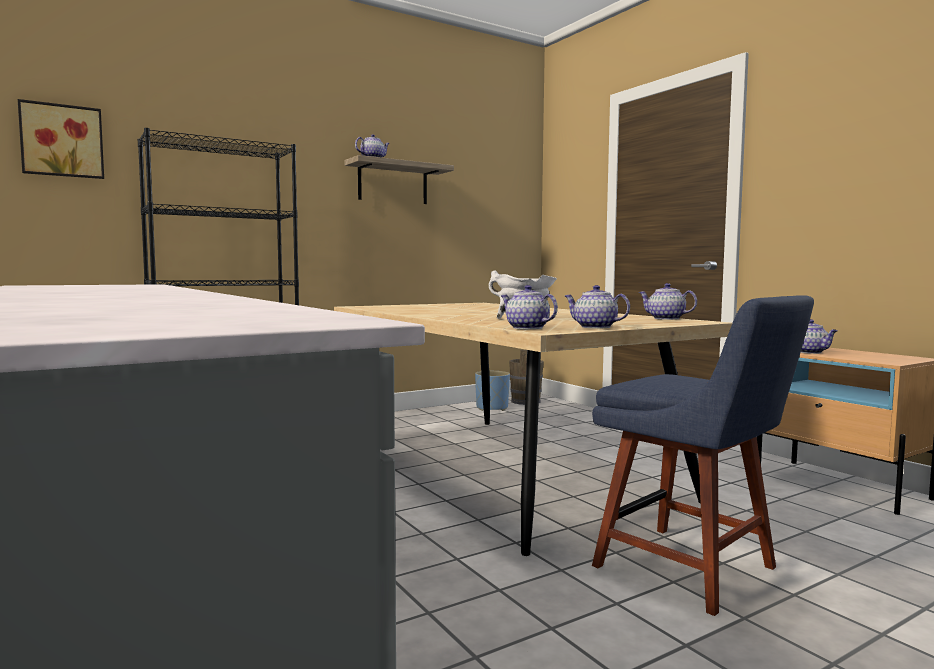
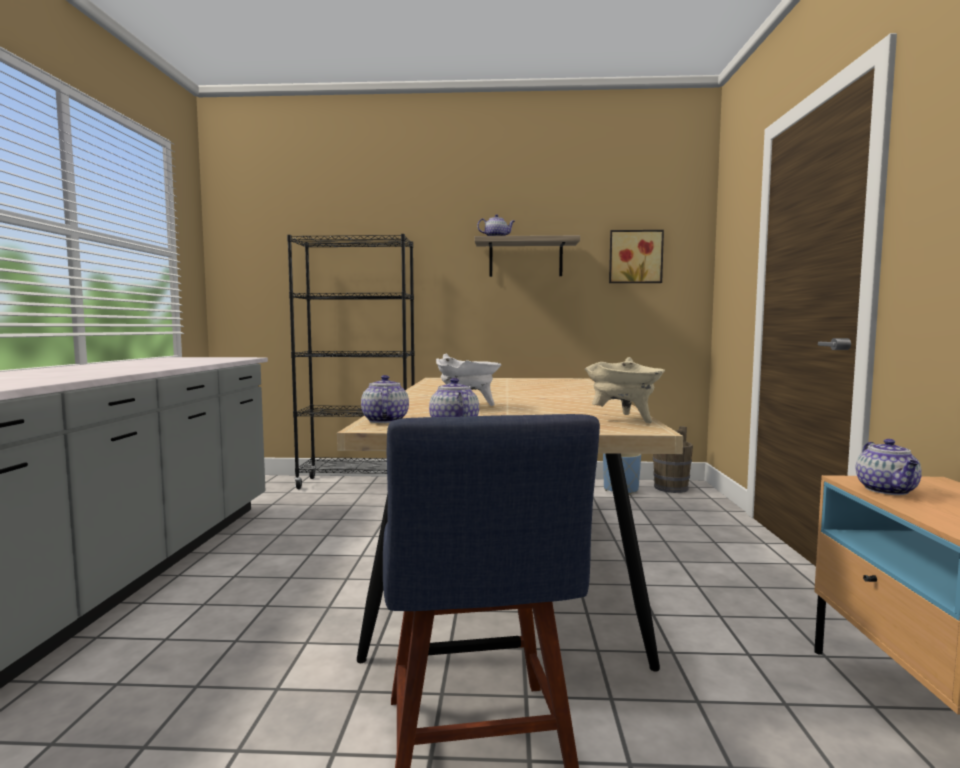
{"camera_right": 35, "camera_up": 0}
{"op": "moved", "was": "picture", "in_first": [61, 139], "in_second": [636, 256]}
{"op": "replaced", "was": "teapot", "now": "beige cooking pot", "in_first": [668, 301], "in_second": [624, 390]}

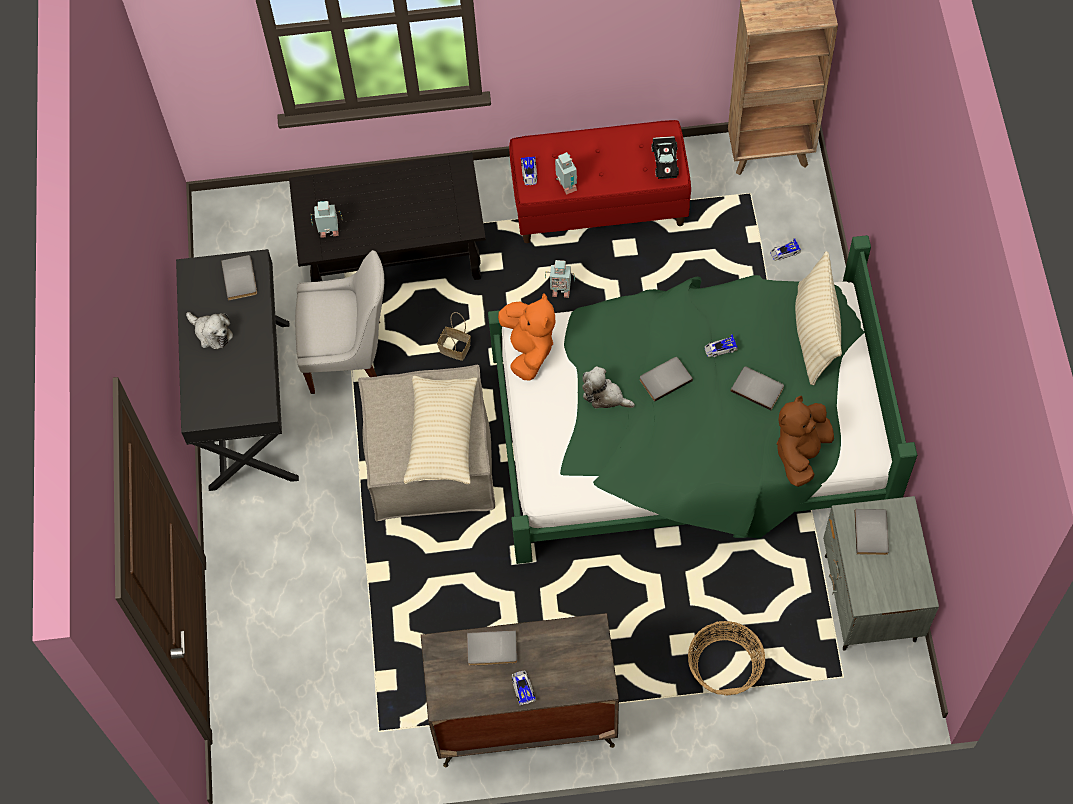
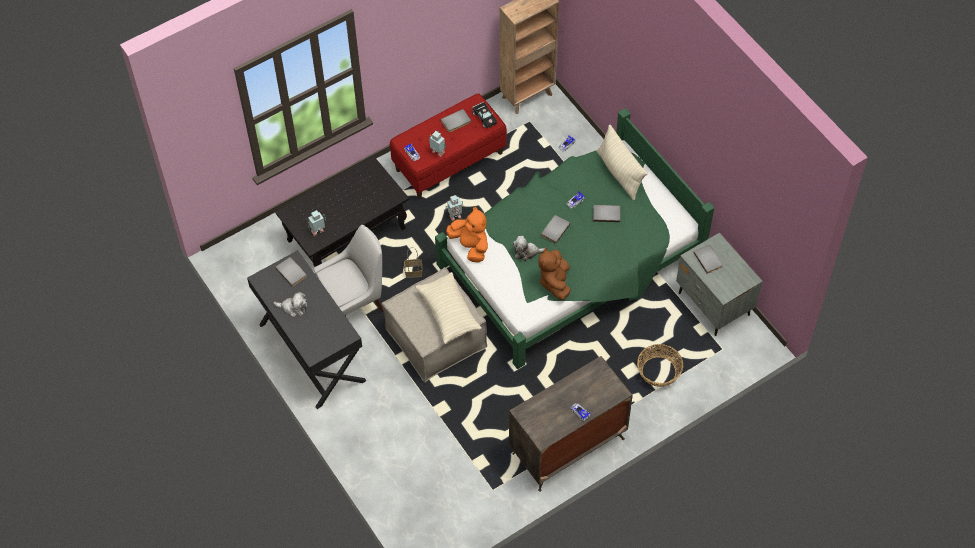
{"camera_right": -30, "camera_up": -5}
{"op": "moved", "was": "grey book", "in_first": [492, 648], "in_second": [456, 120]}
{"op": "moved", "was": "brown plush toy", "in_first": [805, 441], "in_second": [555, 273]}

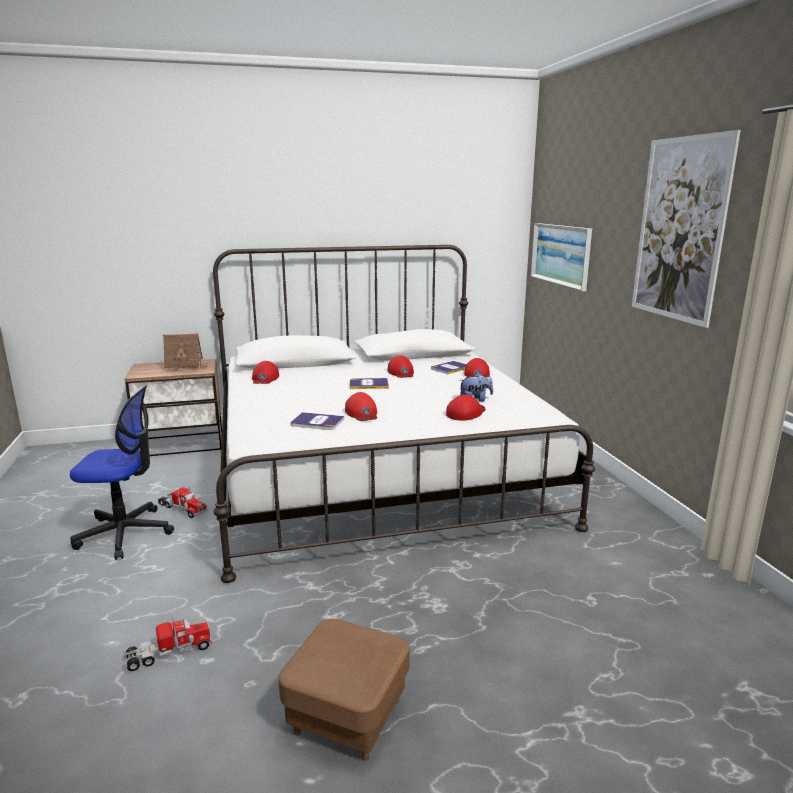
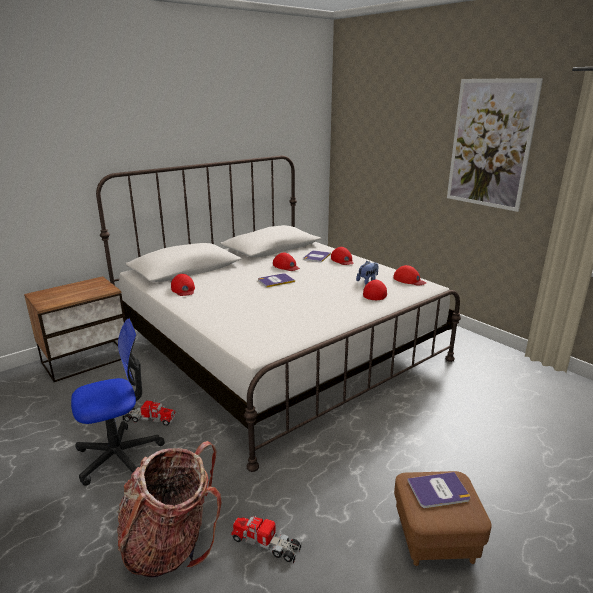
{"camera_right": -25, "camera_up": 5}
{"op": "turned", "was": "toy truck", "in_first": [167, 643], "in_second": [265, 538], "clockwise": -105}
{"op": "removed", "was": "toy house", "in_first": [186, 352]}
{"op": "moved", "was": "book", "in_first": [317, 421], "in_second": [438, 490]}
{"op": "moved", "was": "red cap", "in_first": [361, 406], "in_second": [409, 275]}
{"op": "removed", "was": "picture", "in_first": [561, 257]}
{"op": "added", "now": "backpack", "in_second": [169, 509]}

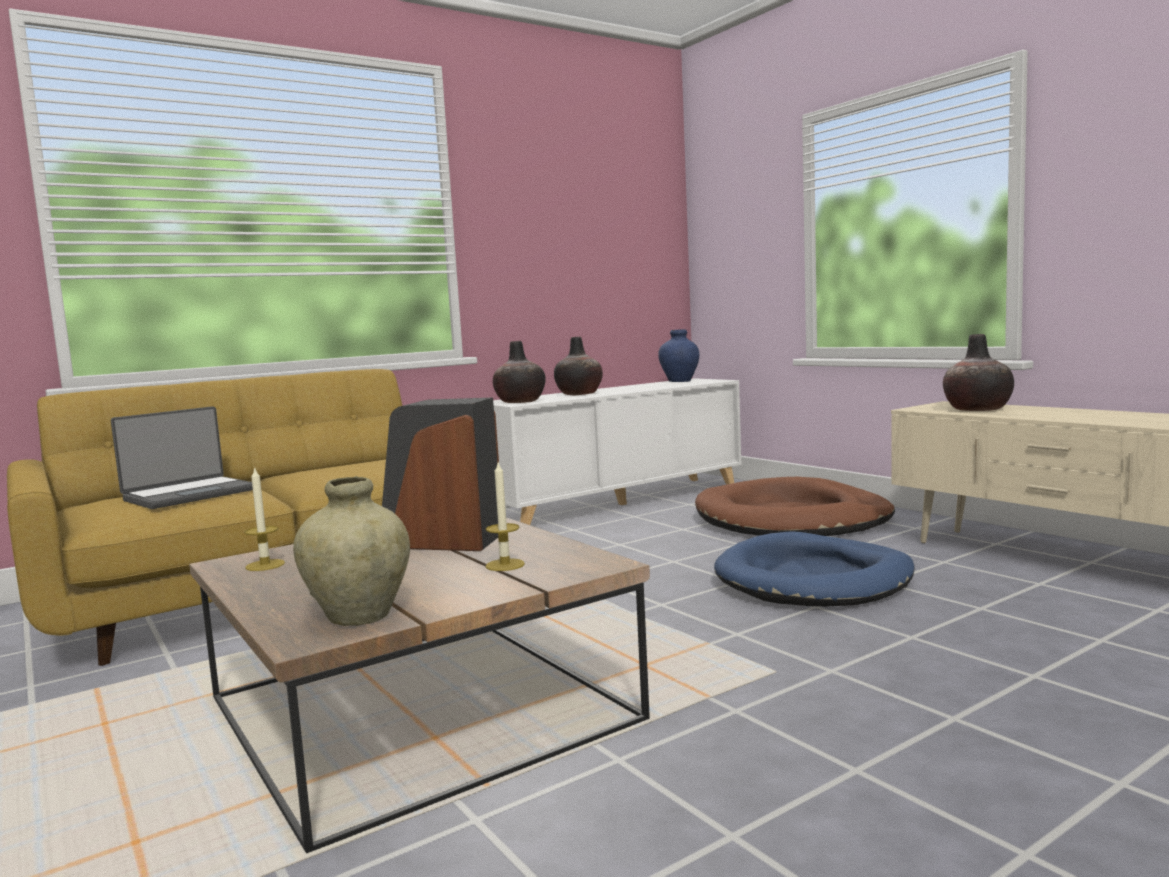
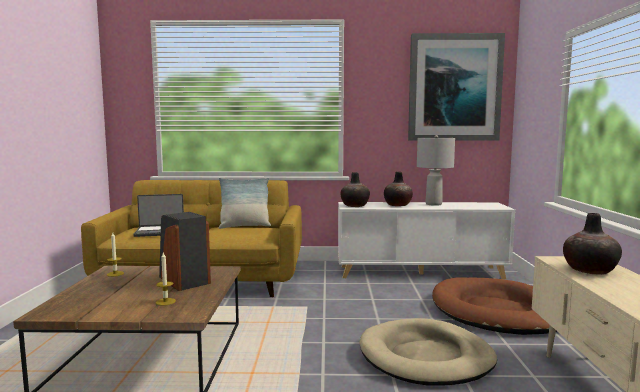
{"camera_right": 35, "camera_up": 0}
{"op": "removed", "was": "beige vase", "in_first": [351, 551]}
{"op": "removed", "was": "blue vase", "in_first": [678, 355]}
{"op": "recoloured", "was": "blue dog bed", "now": "beige dog bed", "in_first": [814, 569], "in_second": [428, 351]}
{"op": "added", "now": "pillow", "in_second": [245, 203]}
{"op": "added", "now": "picture", "in_second": [456, 87]}
{"op": "added", "now": "grey table lamp", "in_second": [436, 170]}

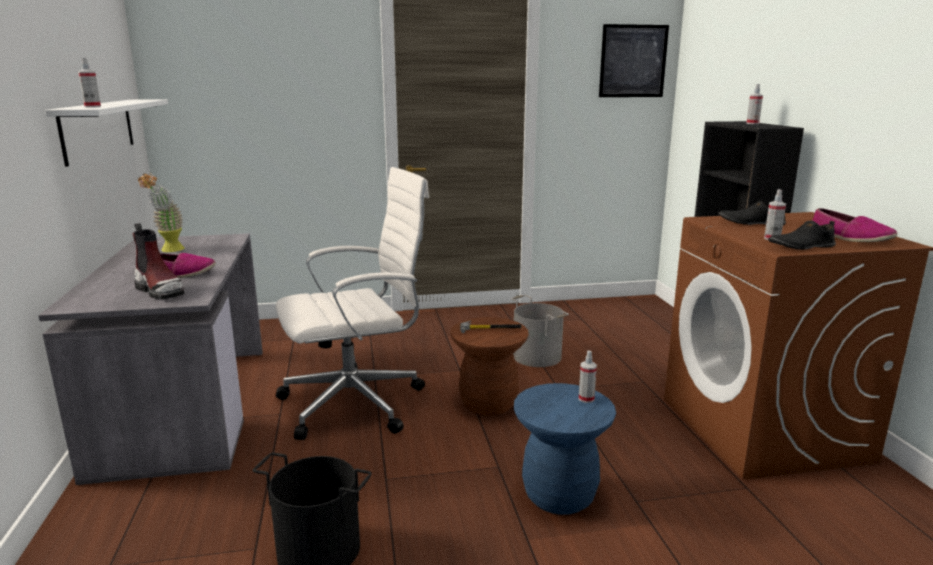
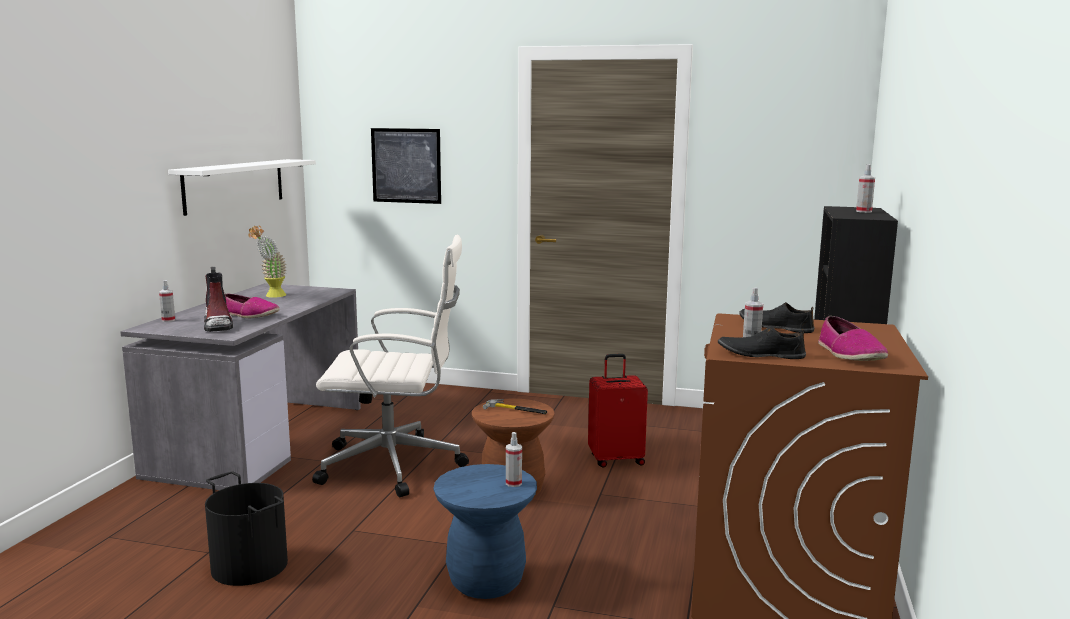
{"camera_right": 25, "camera_up": -5}
{"op": "moved", "was": "spray bottle", "in_first": [89, 83], "in_second": [167, 301]}
{"op": "replaced", "was": "grey bucket", "now": "red suitcase", "in_first": [540, 331], "in_second": [618, 410]}
{"op": "moved", "was": "picture", "in_first": [634, 60], "in_second": [406, 166]}

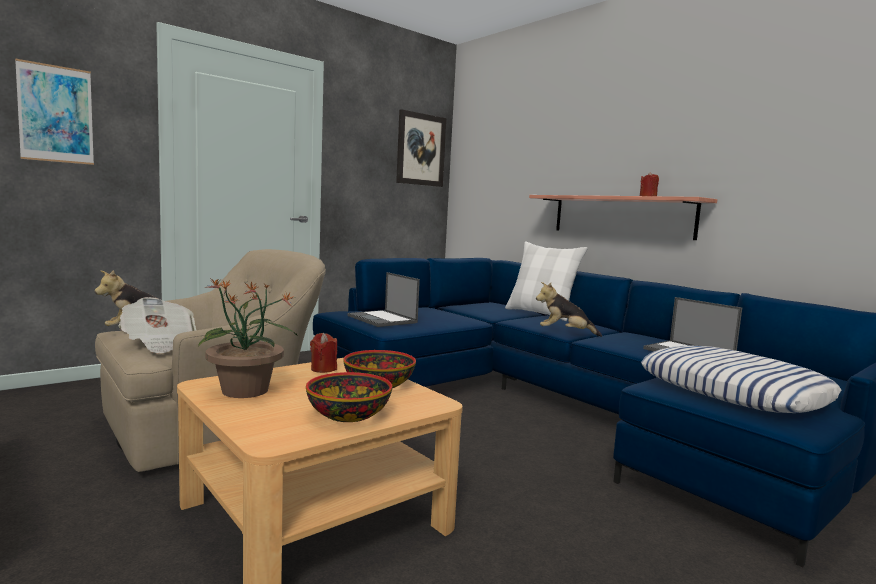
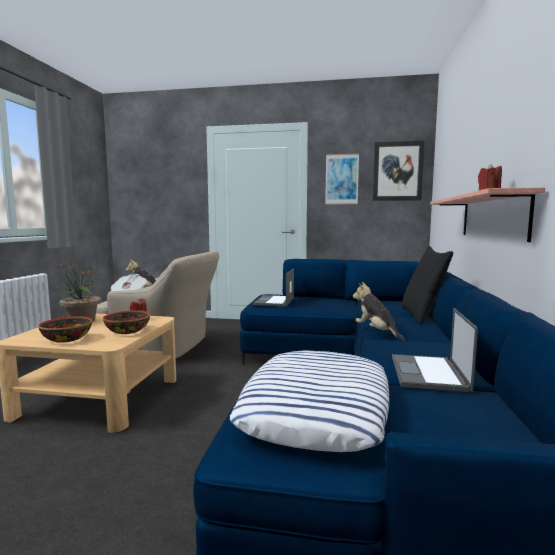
{"camera_right": 50, "camera_up": 0}
{"op": "moved", "was": "picture", "in_first": [54, 111], "in_second": [342, 179]}
{"op": "recoloured", "was": "white pillow", "now": "black pillow", "in_first": [546, 281], "in_second": [427, 285]}

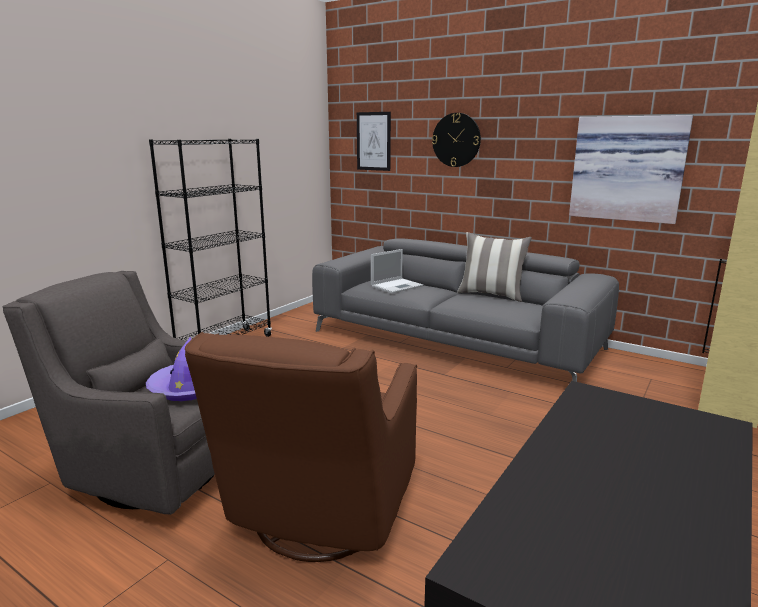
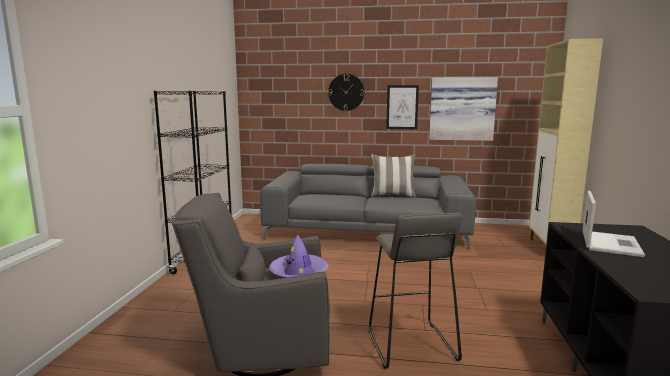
{"camera_right": -25, "camera_up": -5}
{"op": "replaced", "was": "brown armchair", "now": "grey stool", "in_first": [301, 447], "in_second": [415, 291]}
{"op": "moved", "was": "picture", "in_first": [374, 141], "in_second": [402, 107]}
{"op": "moved", "was": "laptop", "in_first": [397, 271], "in_second": [613, 224]}

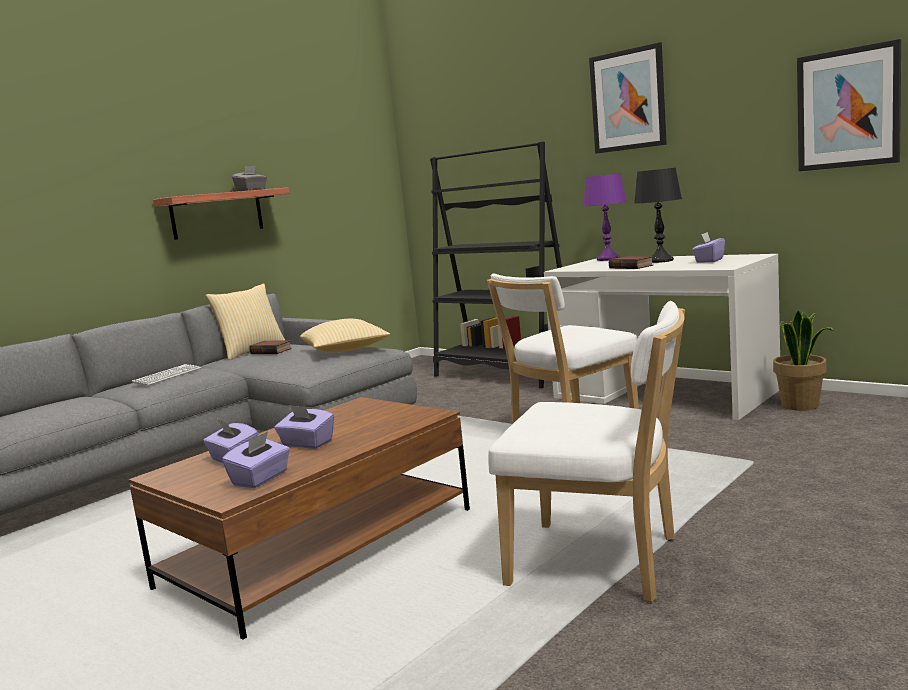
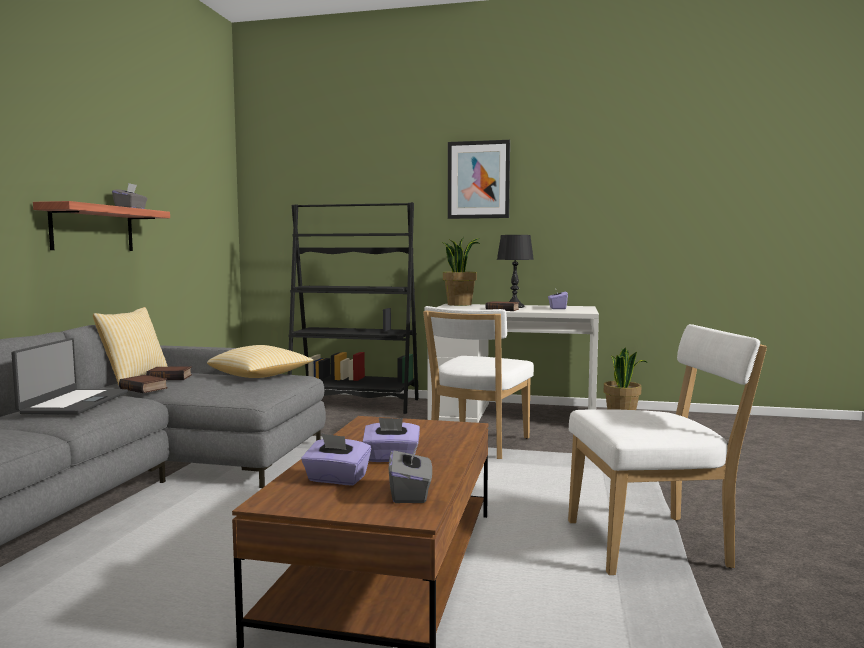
{"camera_right": -30, "camera_up": -5}
{"op": "replaced", "was": "keyboard", "now": "laptop", "in_first": [166, 374], "in_second": [69, 376]}
{"op": "recoloured", "was": "purple tissue box", "now": "grey tissue box", "in_first": [256, 459], "in_second": [410, 474]}
{"op": "replaced", "was": "purple table lamp", "now": "potted plant", "in_first": [605, 217], "in_second": [461, 271]}
{"op": "removed", "was": "picture", "in_first": [849, 105]}
{"op": "added", "now": "book", "in_second": [143, 384]}

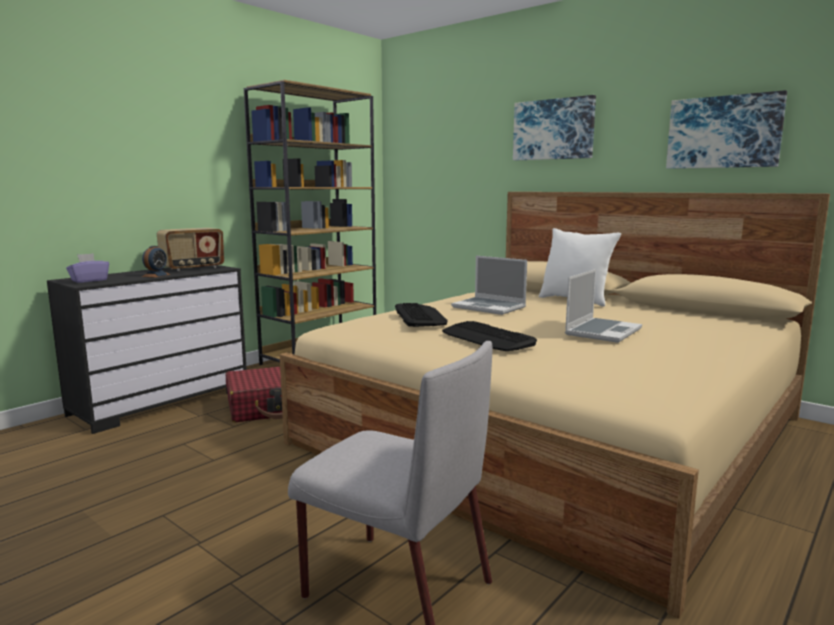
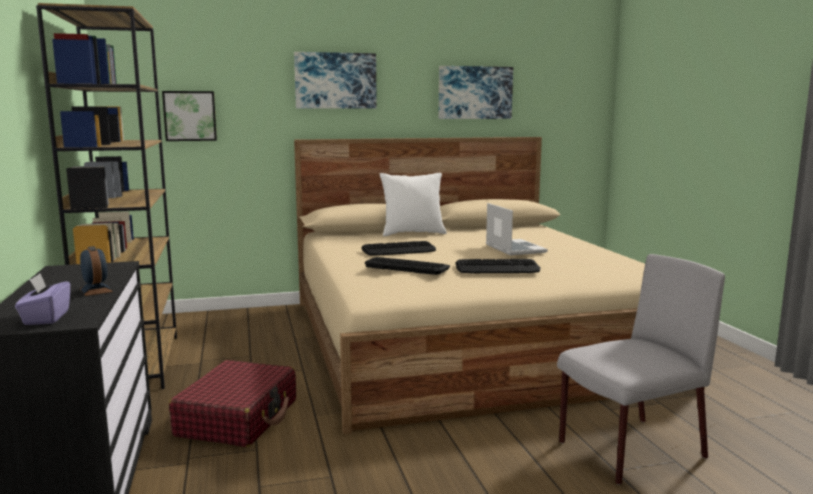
{"camera_right": -55, "camera_up": 0}
{"op": "removed", "was": "radio", "in_first": [190, 249]}
{"op": "replaced", "was": "laptop", "now": "keyboard", "in_first": [489, 285], "in_second": [398, 248]}
{"op": "added", "now": "picture", "in_second": [189, 116]}

